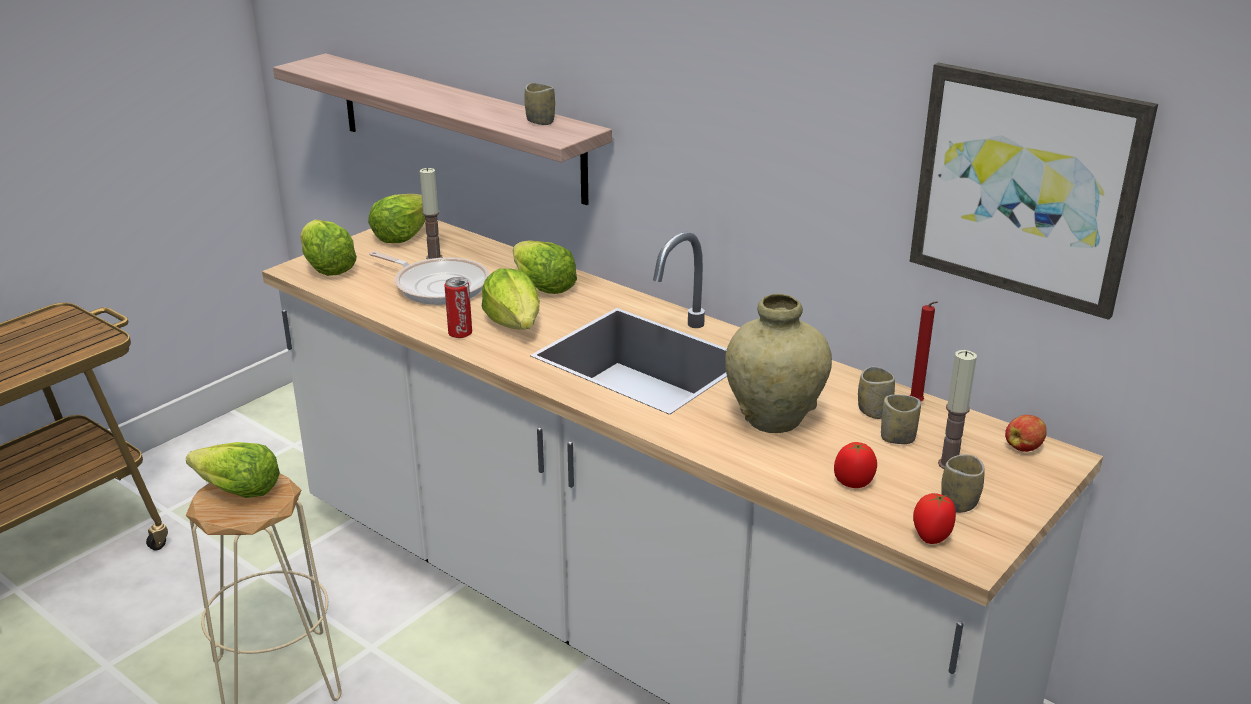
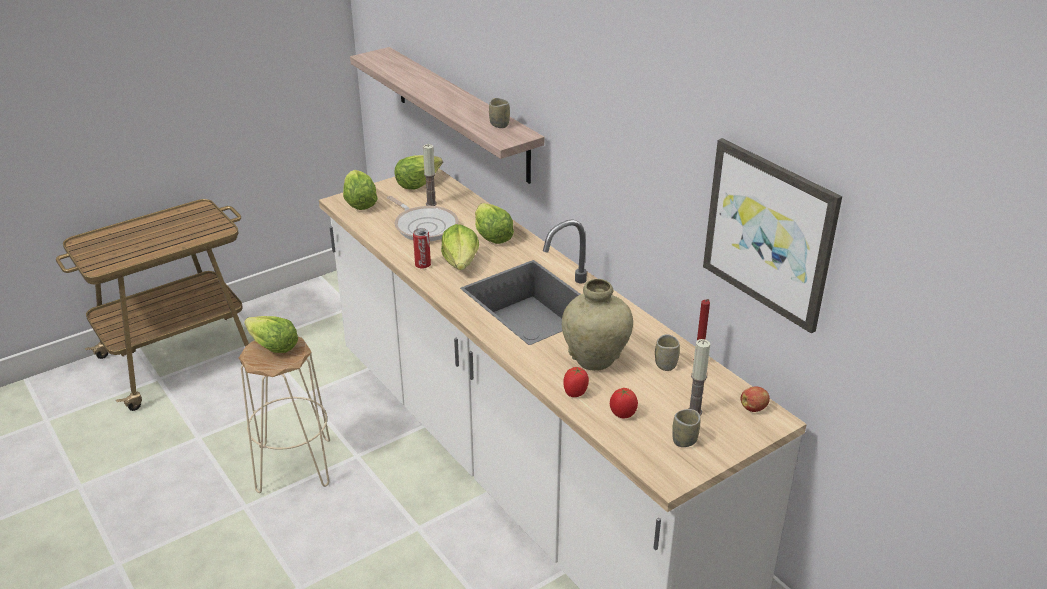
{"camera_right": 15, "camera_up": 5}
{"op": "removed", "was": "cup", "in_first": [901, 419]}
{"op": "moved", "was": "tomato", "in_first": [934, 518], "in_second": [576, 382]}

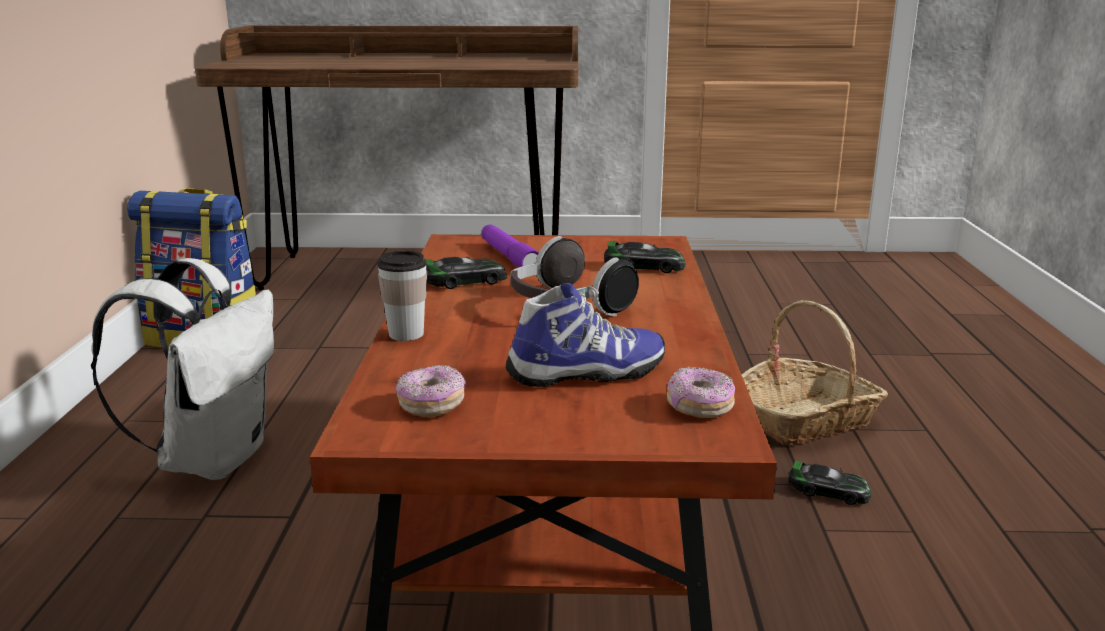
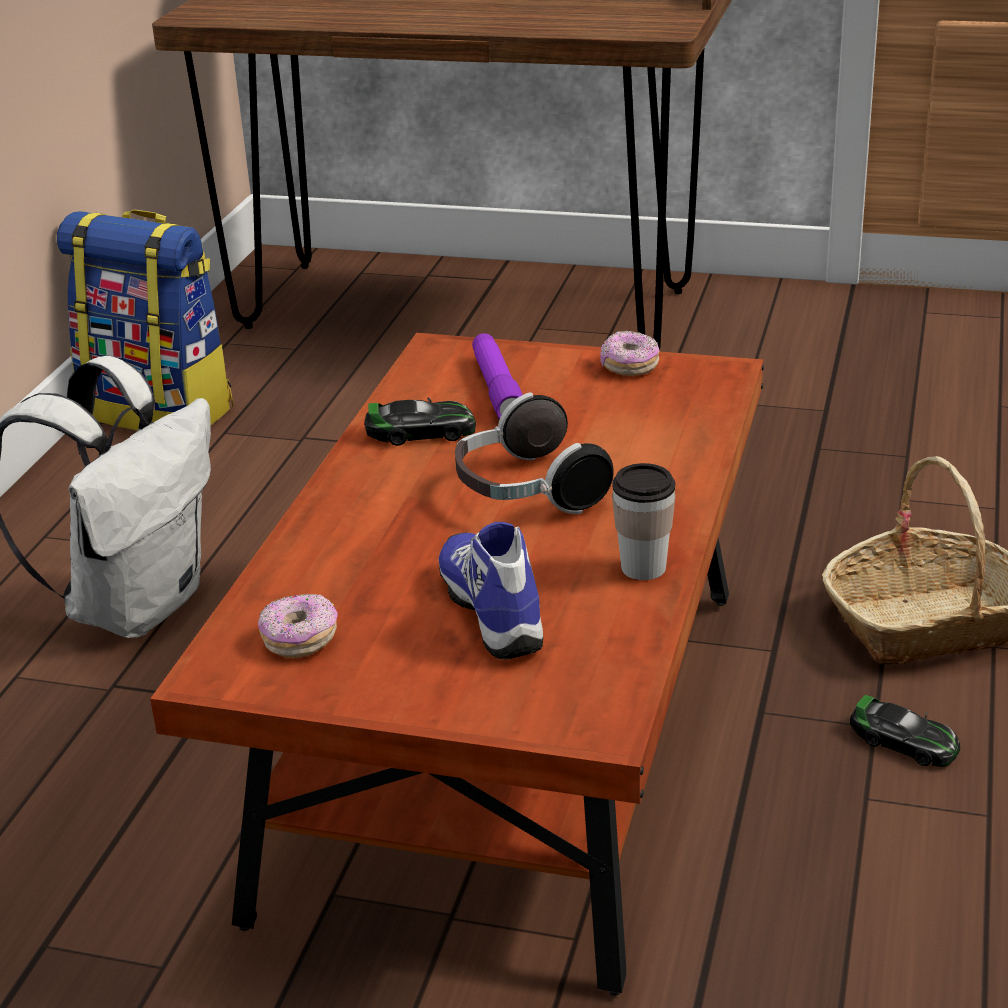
{"camera_right": 15, "camera_up": 10}
{"op": "moved", "was": "cup", "in_first": [402, 296], "in_second": [644, 521]}
{"op": "turned", "was": "shoe", "in_first": [585, 335], "in_second": [491, 591], "clockwise": -105}
{"op": "removed", "was": "toy car", "in_first": [645, 257]}
{"op": "moved", "was": "donut", "in_first": [701, 392], "in_second": [629, 353]}

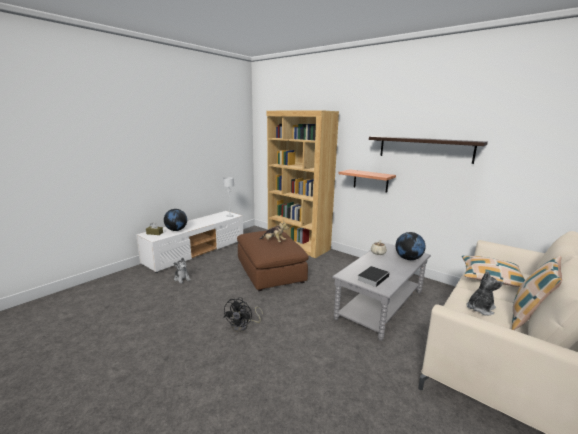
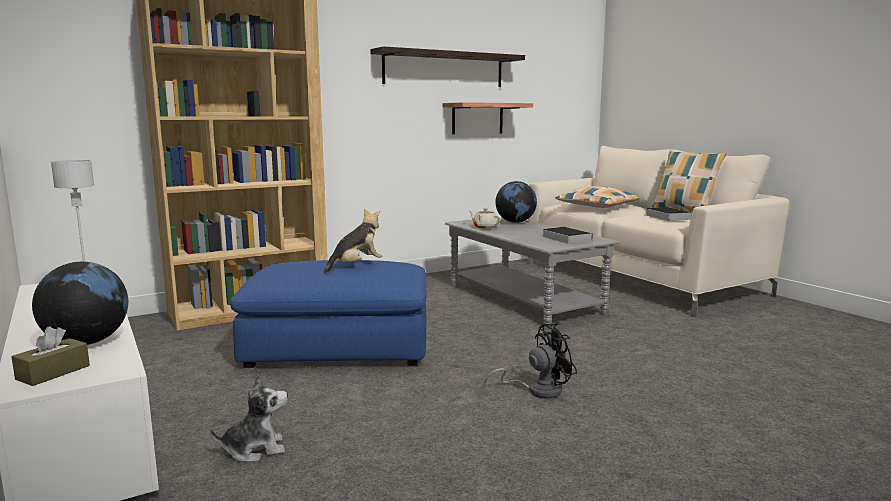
{"camera_right": -70, "camera_up": -5}
{"op": "turned", "was": "black fan", "in_first": [243, 314], "in_second": [530, 361], "clockwise": -60}
{"op": "recoloured", "was": "brown ottoman", "now": "blue ottoman", "in_first": [273, 261], "in_second": [328, 314]}
{"op": "moved", "was": "shelf", "in_first": [367, 181], "in_second": [488, 118]}
{"op": "replaced", "was": "plush toy", "now": "book", "in_first": [485, 293], "in_second": [669, 214]}

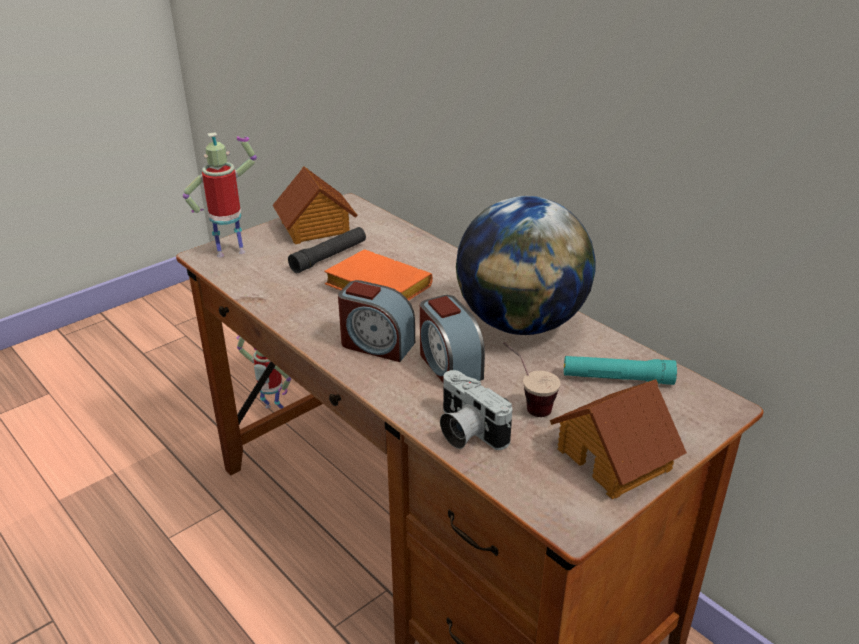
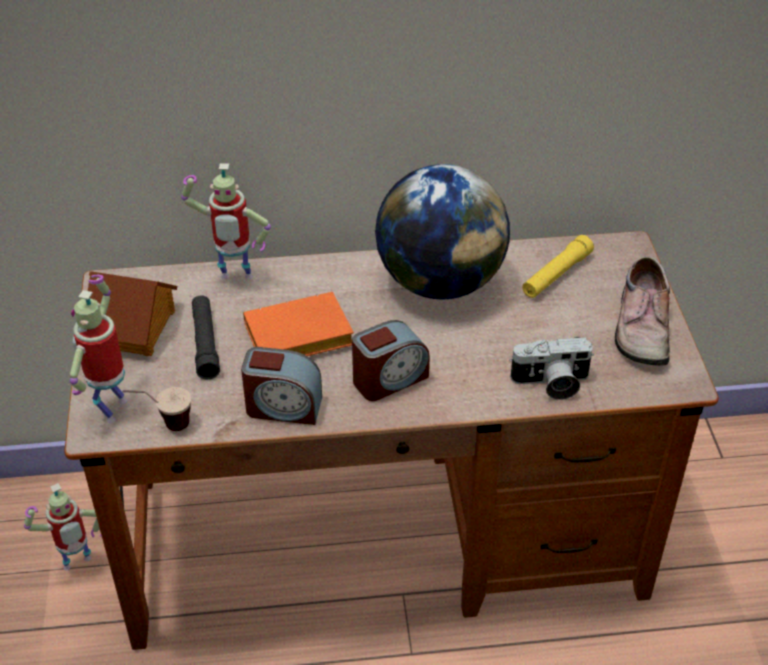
{"camera_right": -55, "camera_up": 10}
{"op": "moved", "was": "alarm clock", "in_first": [452, 338], "in_second": [281, 386]}
{"op": "moved", "was": "cup", "in_first": [531, 379], "in_second": [156, 409]}
{"op": "replaced", "was": "toy house", "now": "shoe", "in_first": [618, 439], "in_second": [642, 311]}
{"op": "recoloured", "was": "turquoise flashlight", "now": "yellow flashlight", "in_first": [620, 370], "in_second": [558, 266]}
{"op": "added", "now": "toy robot", "in_second": [226, 221]}

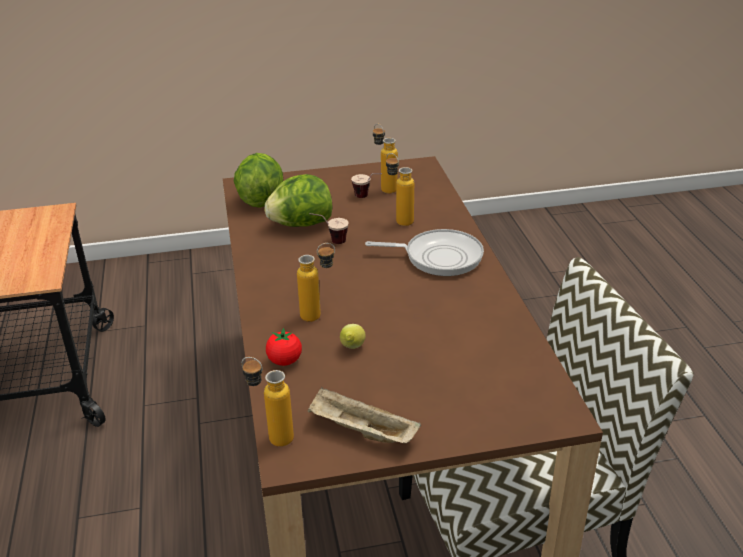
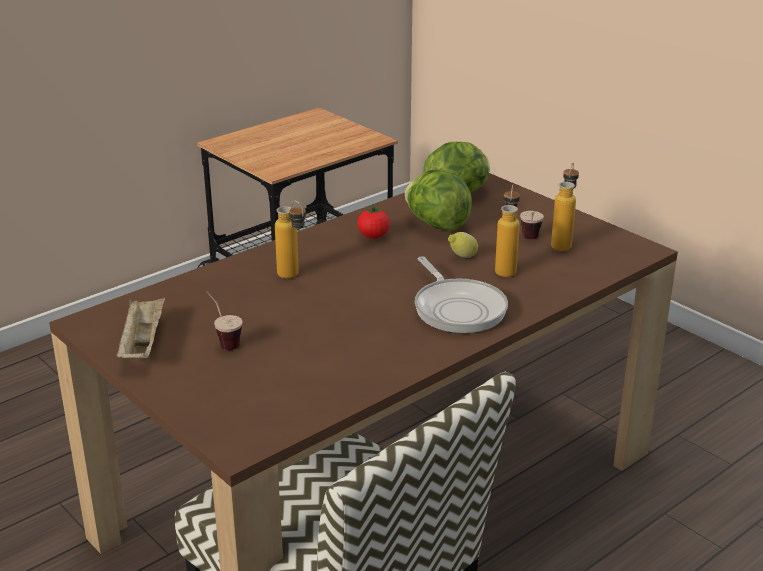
{"camera_right": 60, "camera_up": -5}
{"op": "removed", "was": "bottle", "in_first": [268, 402]}
{"op": "moved", "was": "tomato", "in_first": [284, 347], "in_second": [373, 222]}
{"op": "moved", "was": "cup", "in_first": [329, 228], "in_second": [224, 320]}
{"op": "moved", "was": "lemon", "in_first": [352, 336], "in_second": [463, 245]}

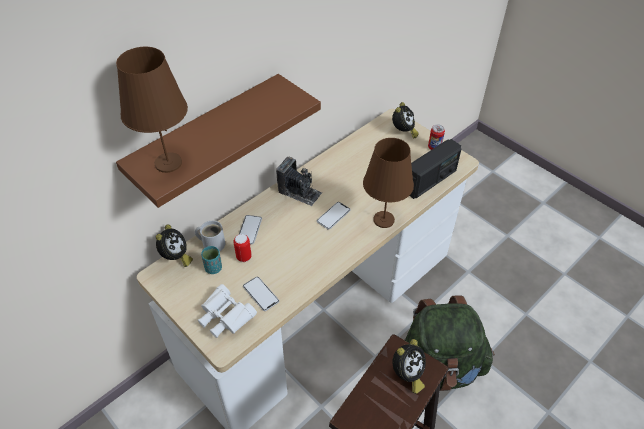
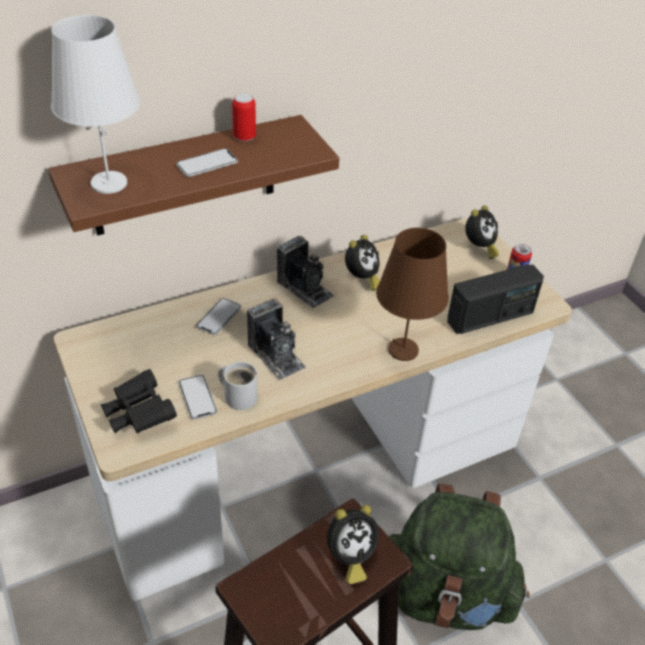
{"camera_right": 15, "camera_up": -5}
{"op": "recoloured", "was": "brown table lamp", "now": "white table lamp", "in_first": [152, 110], "in_second": [95, 104]}
{"op": "moved", "was": "alarm clock", "in_first": [174, 246], "in_second": [362, 263]}
{"op": "moved", "was": "white mug", "in_first": [210, 236], "in_second": [238, 386]}
{"op": "recoloured", "was": "white binoculars", "now": "black binoculars", "in_first": [227, 311], "in_second": [139, 401]}
{"op": "removed", "was": "turquoise cup", "in_first": [211, 260]}
{"op": "moved", "was": "can", "in_first": [242, 248], "in_second": [244, 117]}
{"op": "moved", "was": "phone", "in_first": [334, 216], "in_second": [207, 162]}
{"op": "added", "now": "photo camera", "in_second": [276, 339]}

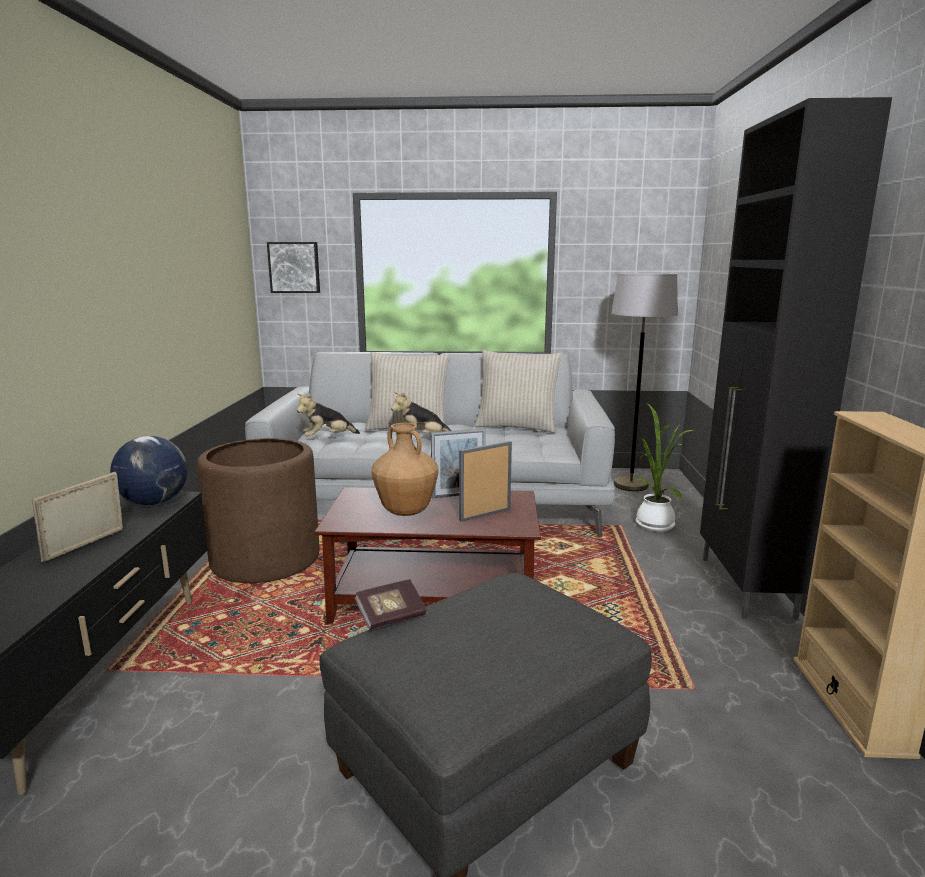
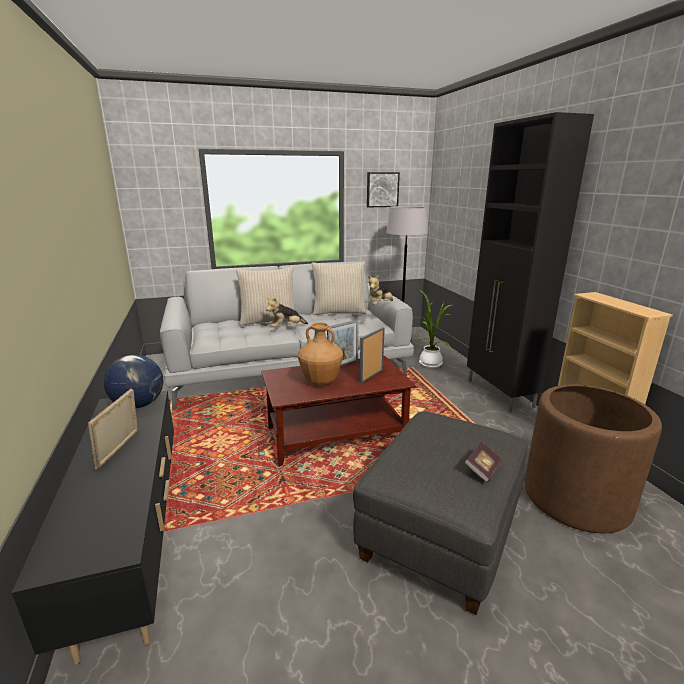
{"camera_right": -20, "camera_up": 5}
{"op": "moved", "was": "brown planter", "in_first": [258, 510], "in_second": [593, 458]}
{"op": "moved", "was": "picture", "in_first": [293, 267], "in_second": [383, 189]}
{"op": "moved", "was": "plush toy", "in_first": [328, 415], "in_second": [379, 290]}
{"op": "moved", "was": "book", "in_first": [390, 604], "in_second": [483, 462]}

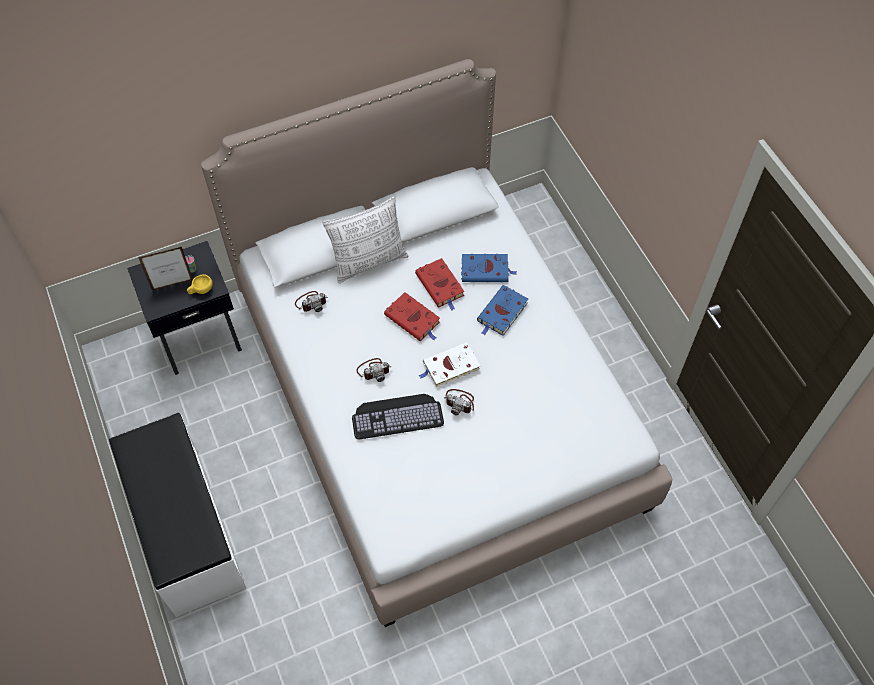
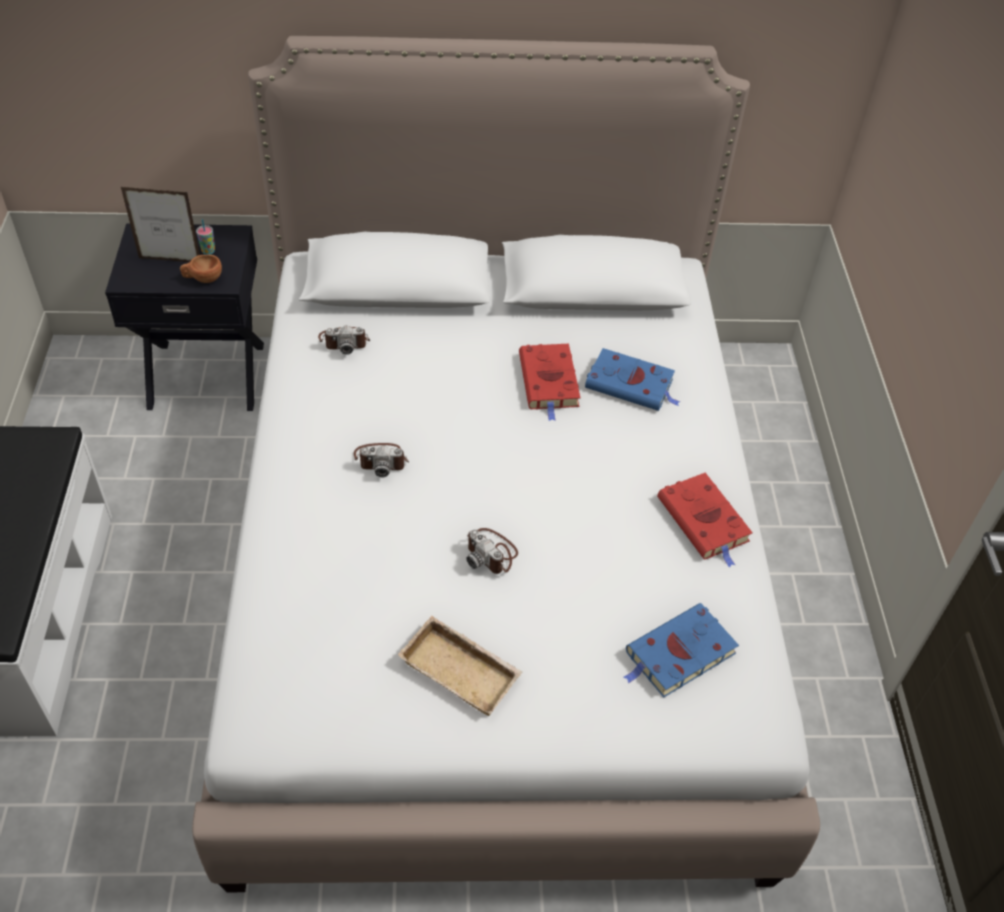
{"camera_right": 20, "camera_up": -10}
{"op": "recoloured", "was": "yellow cup", "now": "brown cup", "in_first": [200, 284], "in_second": [201, 268]}
{"op": "removed", "was": "pillow", "in_first": [365, 240]}
{"op": "removed", "was": "keyboard", "in_first": [398, 416]}
{"op": "moved", "was": "red book", "in_first": [412, 316], "in_second": [705, 520]}
{"op": "removed", "was": "white book", "in_first": [449, 365]}
{"op": "moved", "was": "blue book", "in_first": [502, 310], "in_second": [681, 650]}
{"op": "added", "now": "beige tray", "in_second": [460, 666]}

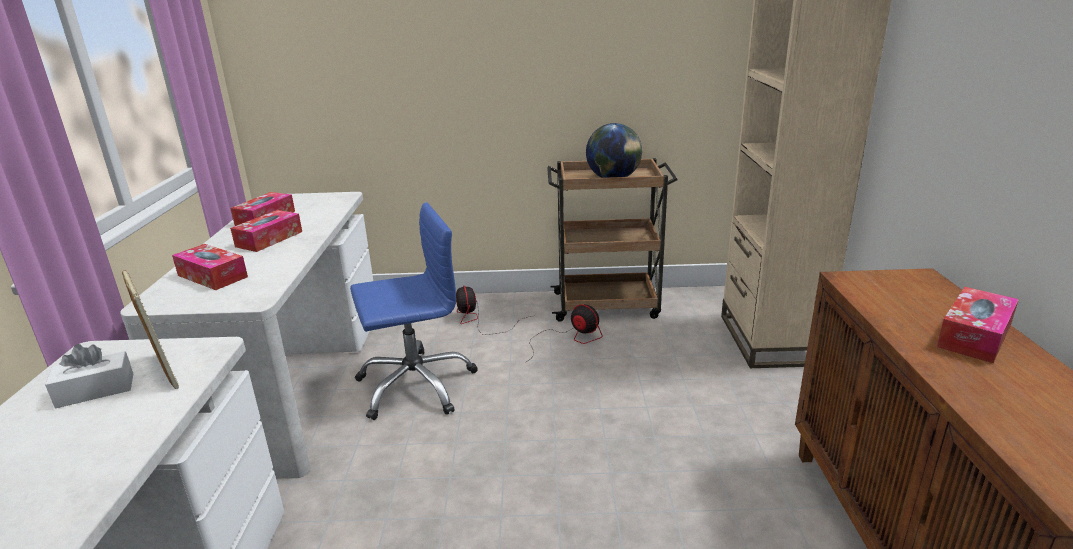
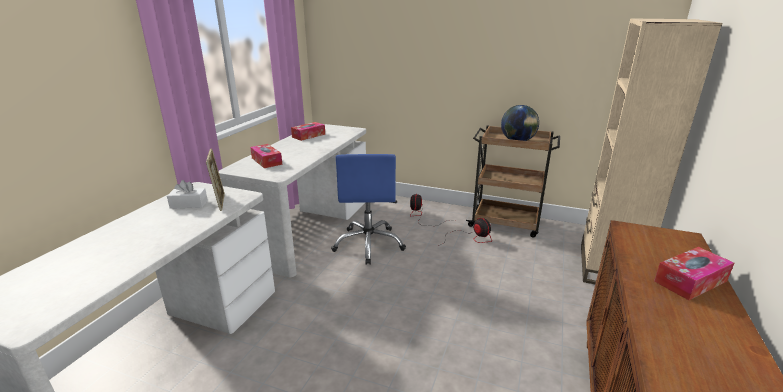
{"camera_right": 20, "camera_up": 0}
{"op": "removed", "was": "tissue box", "in_first": [266, 231]}
{"op": "turned", "was": "blue office chair", "in_first": [414, 311], "in_second": [368, 209], "clockwise": 90}

